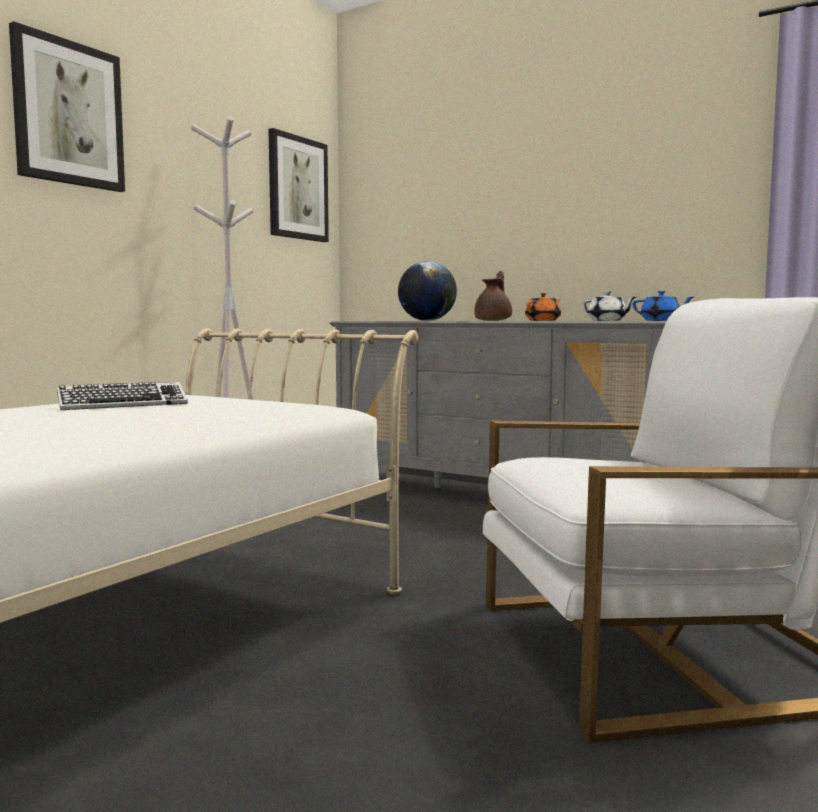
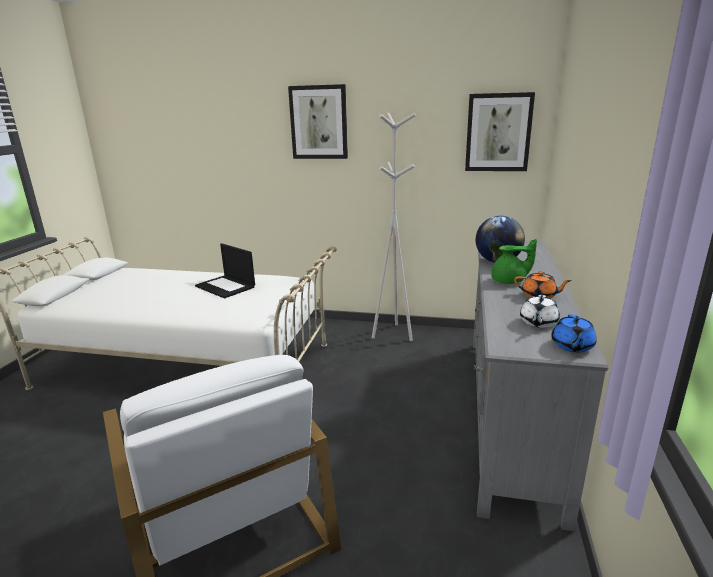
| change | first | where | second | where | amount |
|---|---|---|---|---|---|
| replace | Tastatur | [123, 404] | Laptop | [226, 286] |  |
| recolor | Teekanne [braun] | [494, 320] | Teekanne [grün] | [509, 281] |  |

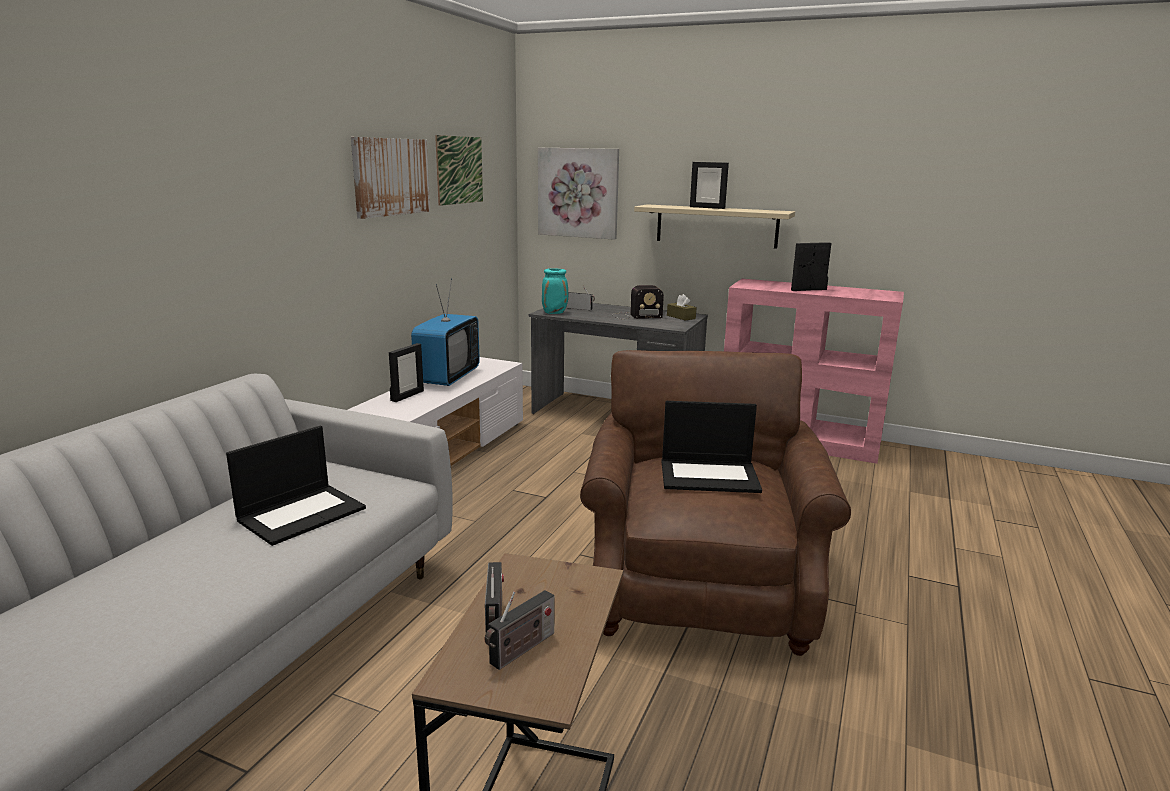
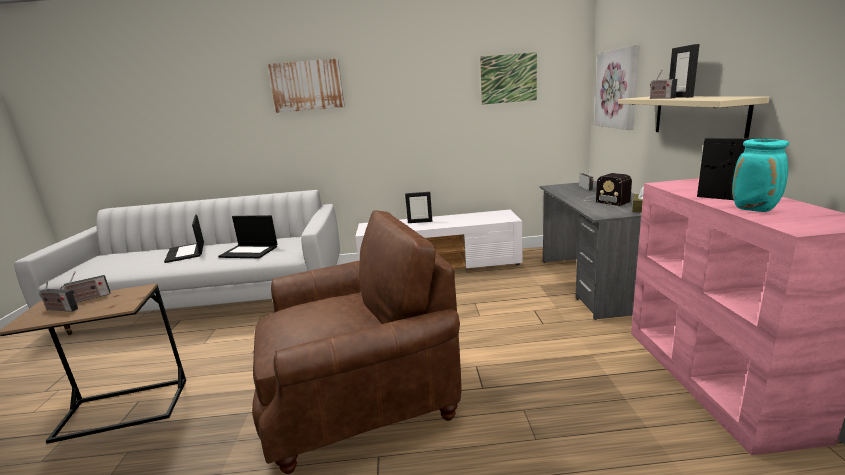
| change | first | where | second | where | amount |
|---|---|---|---|---|---|
| delete | Fernseher | [447, 377] |  |  |  |
| insert |  |  | Radio | [660, 98] |  |
| move | Bild | [391, 177] |  | [307, 86] |  |
| move | Vase [türkis] | [555, 313] |  | [755, 209] |  |
| move | Laptop | [710, 476] |  | [186, 252] |  |

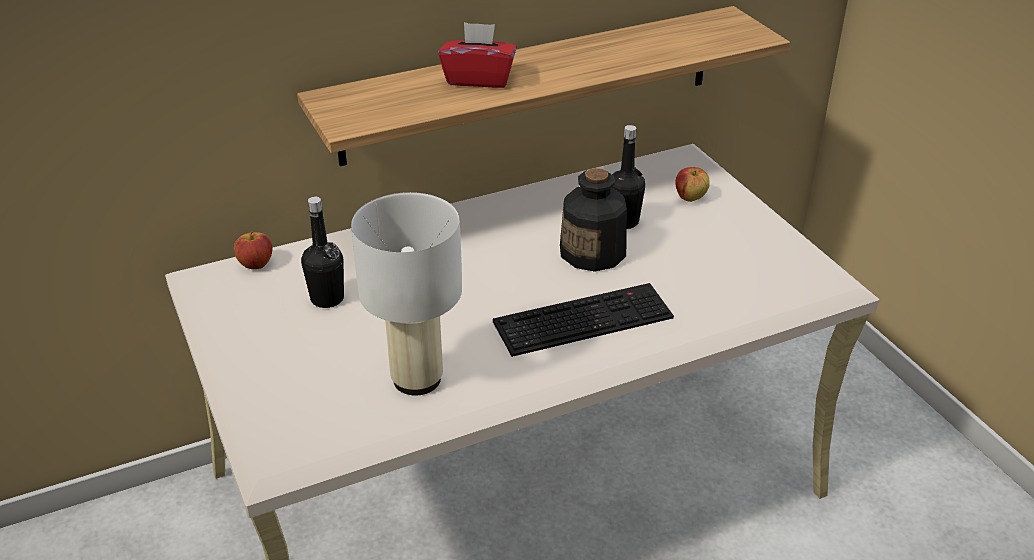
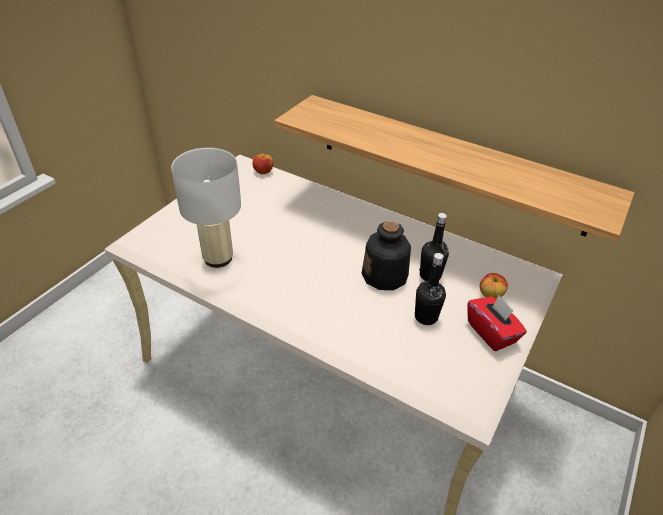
| change | first | where | second | where | amount |
|---|---|---|---|---|---|
| delete | Tastatur | [584, 318] |  |  |  |
| move | Flasche [schwarz] | [327, 298] |  | [426, 317] |  |
| move | Taschentuchbox [rot] | [479, 79] |  | [491, 332] |  |

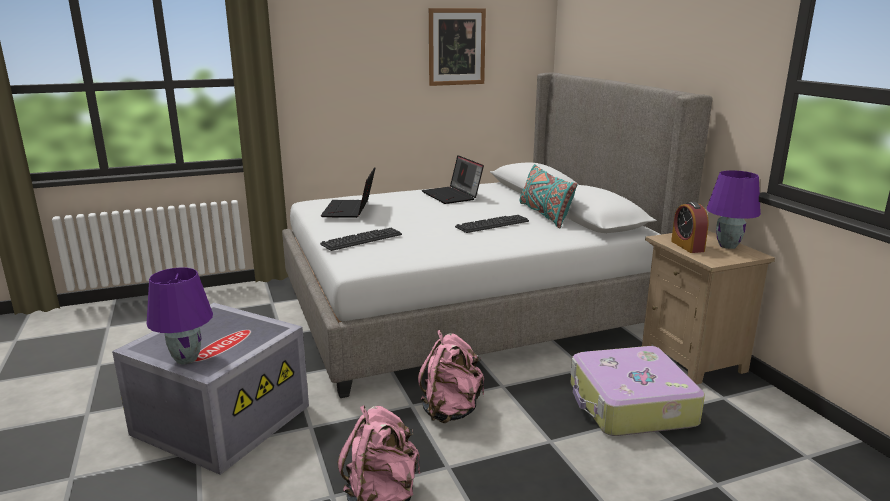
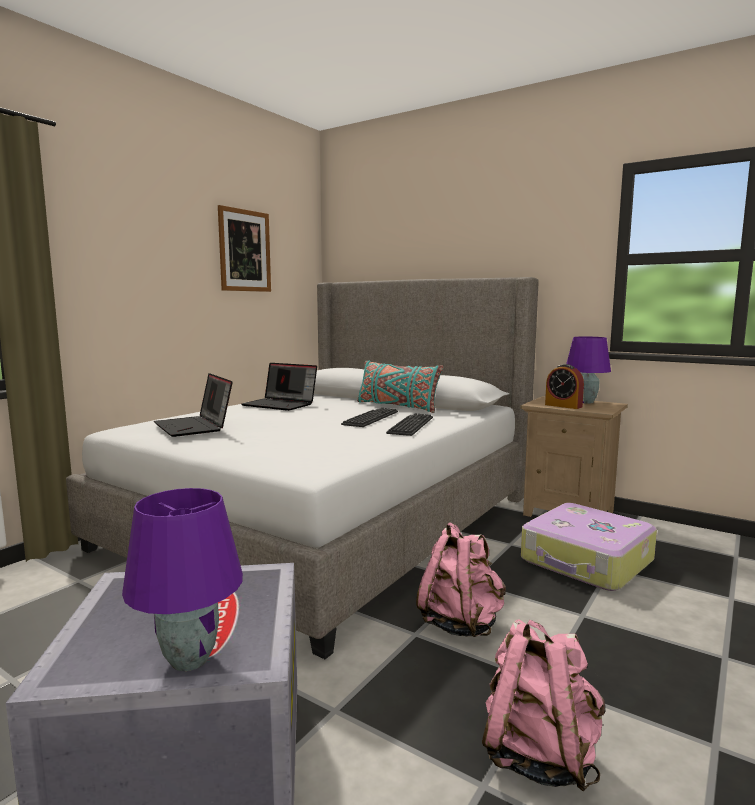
| change | first | where | second | where | amount |
|---|---|---|---|---|---|
| move | Tastatur | [361, 240] |  | [411, 425] |  |

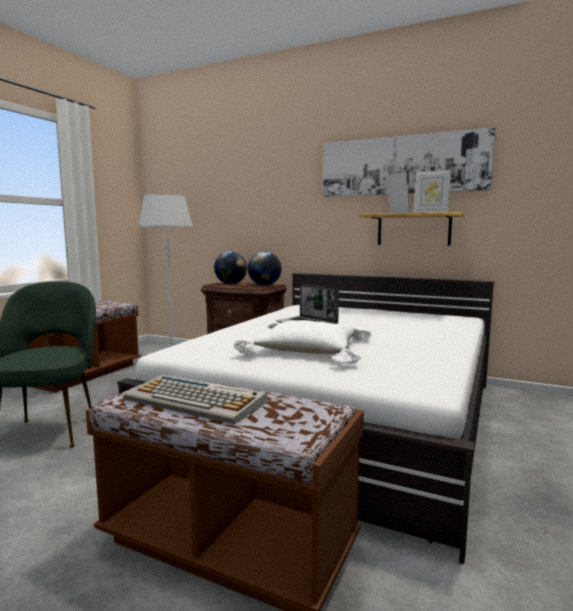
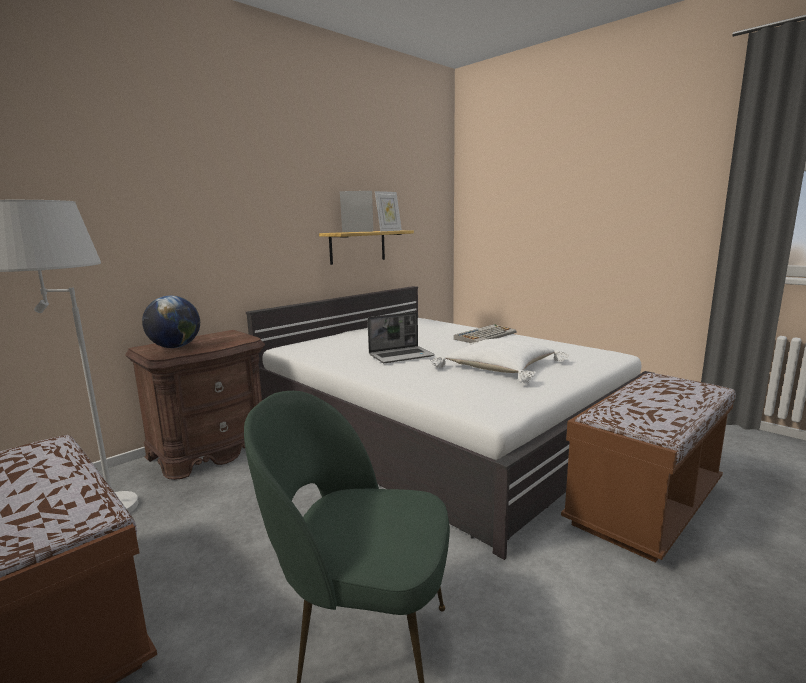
| change | first | where | second | where | amount |
|---|---|---|---|---|---|
| delete | Globus | [264, 285] |  |  |  |
| delete | Bild | [402, 165] |  |  |  |
| move | Tastatur | [197, 400] |  | [485, 335] |  |

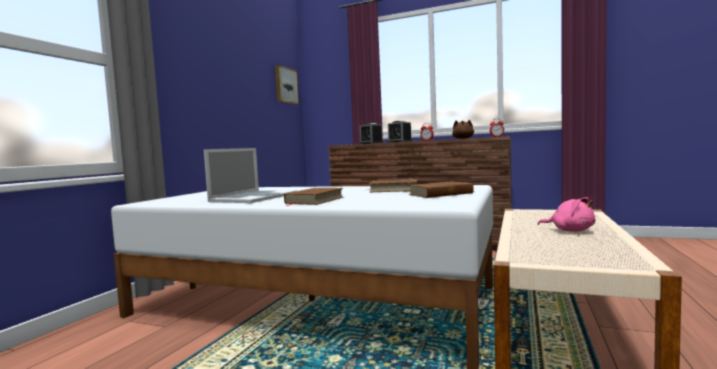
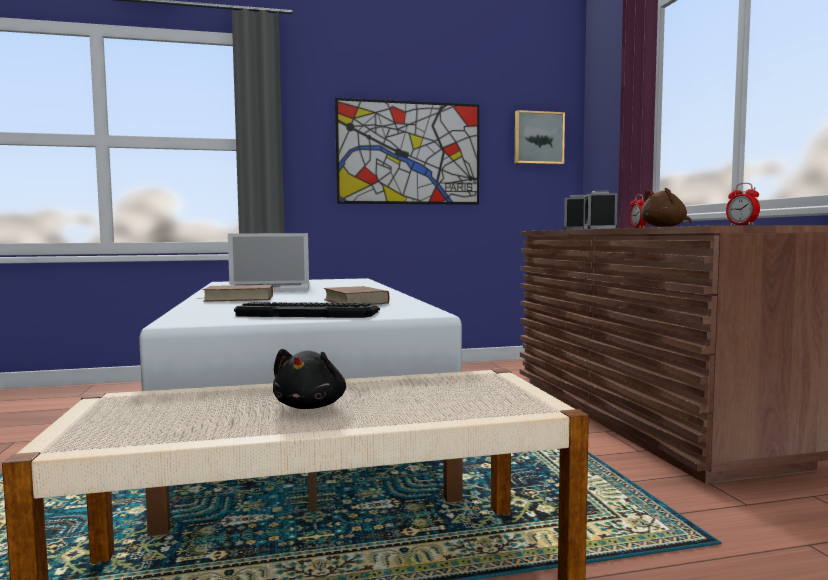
| change | first | where | second | where | amount |
|---|---|---|---|---|---|
| insert |  |  | Bild | [409, 153] |  |
| replace | Buch [braun] | [441, 194] | Tastatur | [308, 313] |  |
| recolor | Plüschtier [rosa] | [570, 230] | Plüschtier [schwarz] | [311, 406] |  |

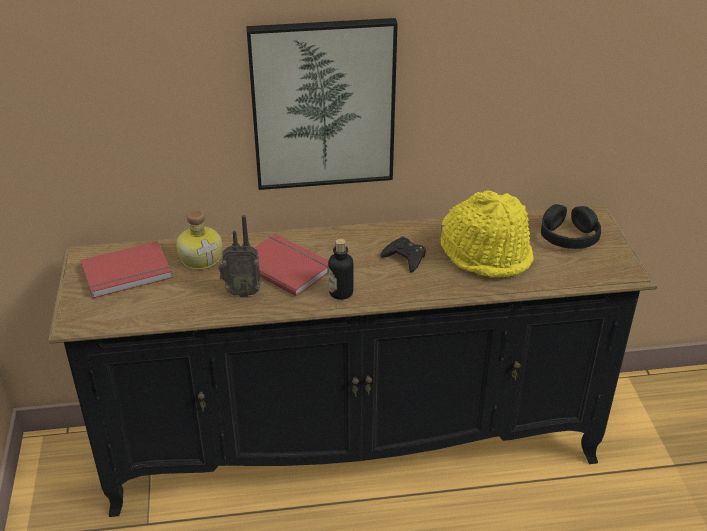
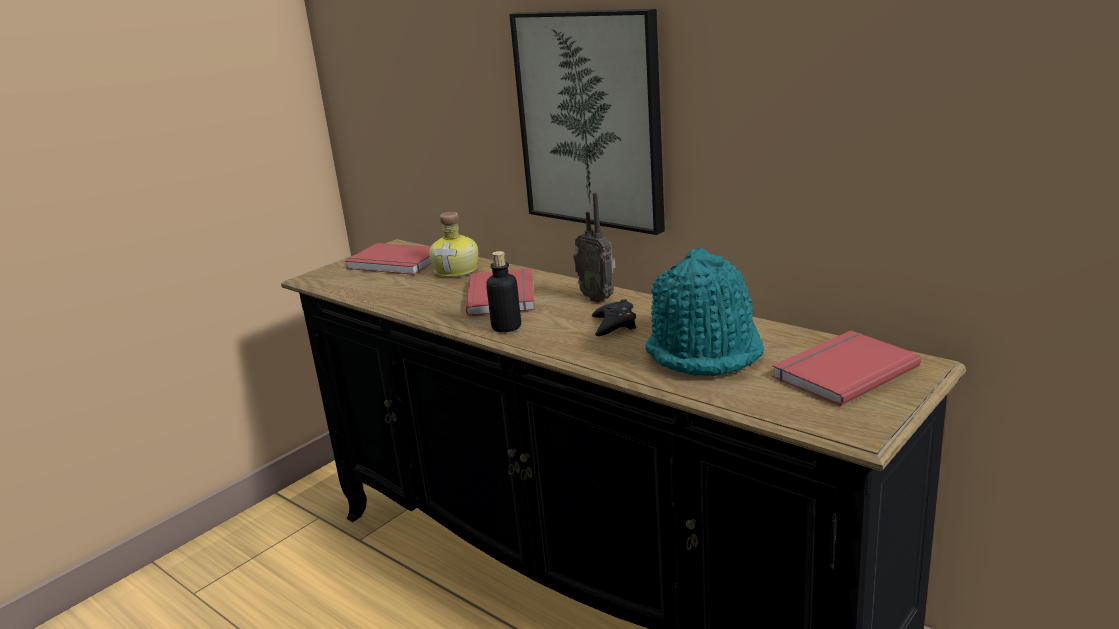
| change | first | where | second | where | amount |
|---|---|---|---|---|---|
| move | Radio | [242, 292] |  | [598, 298] |  |
| replace | Kopfhörer [schwarz] | [568, 236] | Buch [rot] | [841, 371] |  |
| recolor | Hut [gelb] | [486, 254] | Hut [türkis] | [704, 350] |  |

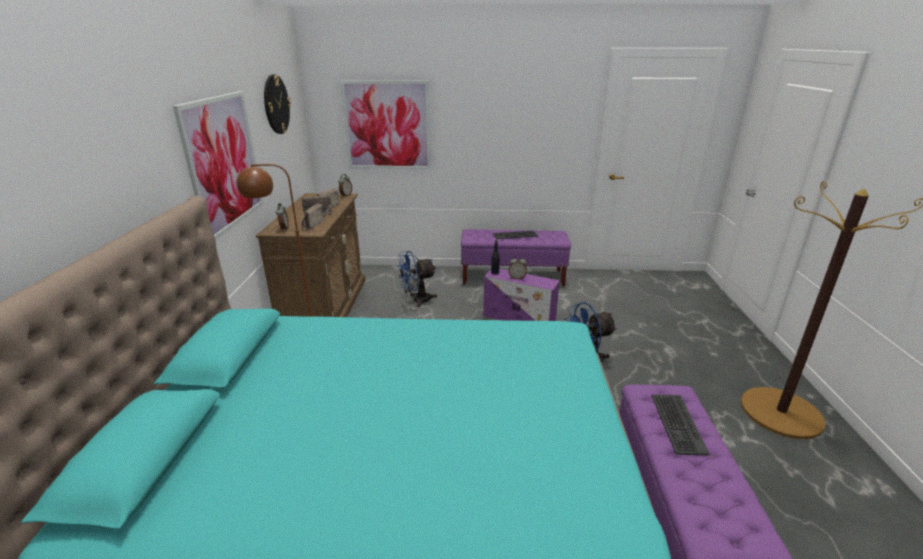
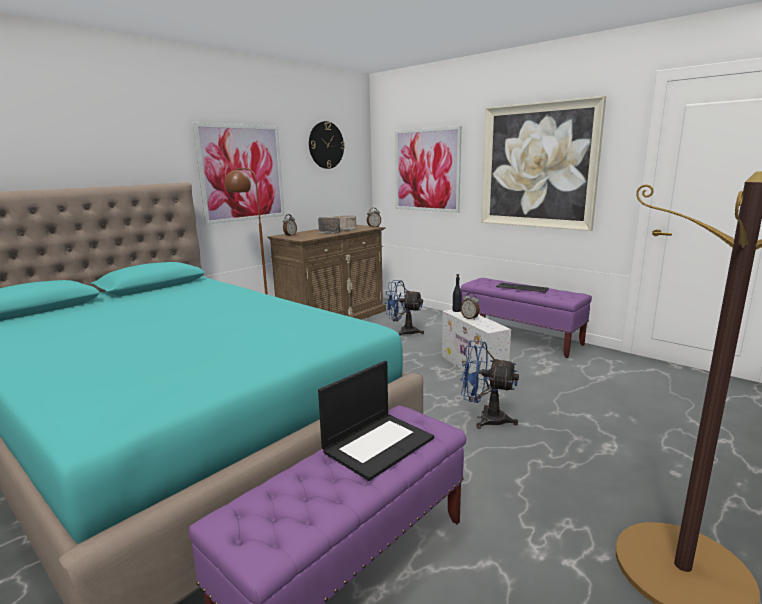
| change | first | where | second | where | amount |
|---|---|---|---|---|---|
| delete | Radio | [310, 225] |  |  |  |
| insert |  |  | Bild | [537, 166] |  |
| replace | Tastatur | [677, 423] | Laptop | [378, 444] |  |
| recolor | Aufbewahrungsbox [lila] | [520, 318] | Aufbewahrungsbox [weiß] | [473, 368] |  |

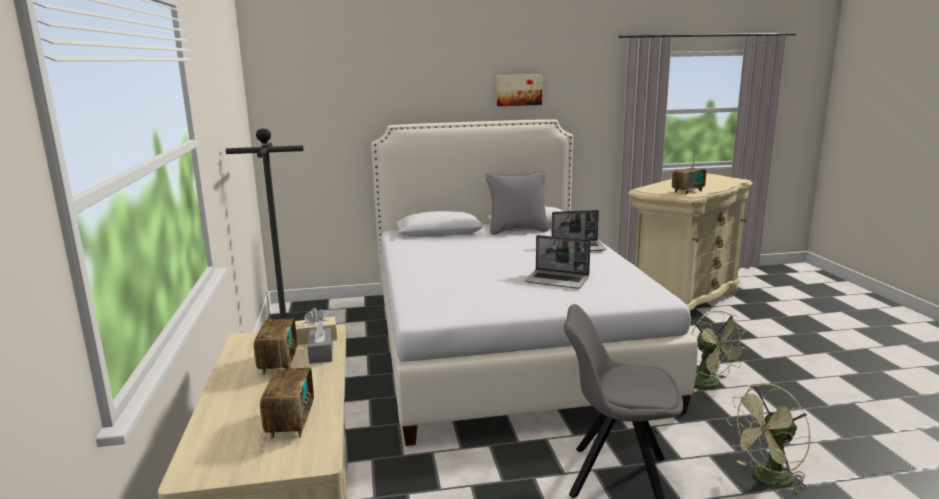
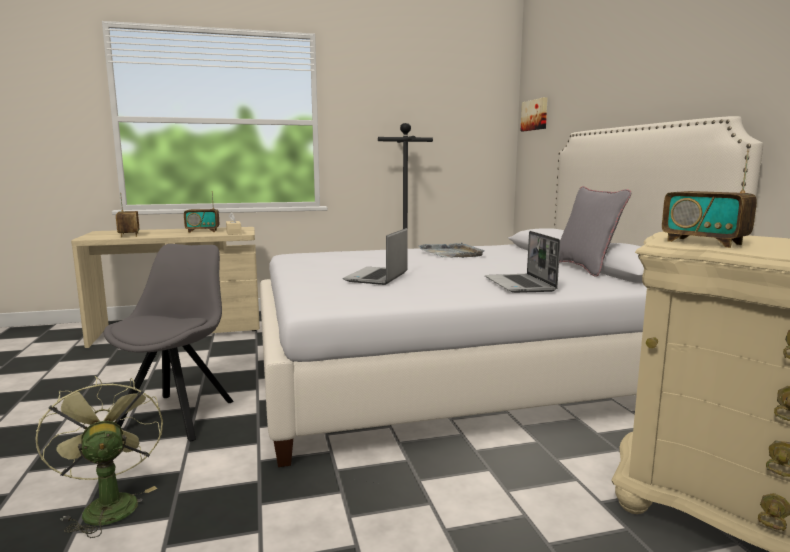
| change | first | where | second | where | amount |
|---|---|---|---|---|---|
| delete | Taschentuchbox [grau] | [321, 353] |  |  |  |
| delete | Ventilator [grün] | [710, 384] |  |  |  |
| insert |  |  | Tablett [grau] | [451, 253] |  |
| move | Bild | [519, 90] |  | [535, 115] |  |
| rotate | Radio | [290, 422] |  | [129, 235] | 105 degrees counterclockwise |

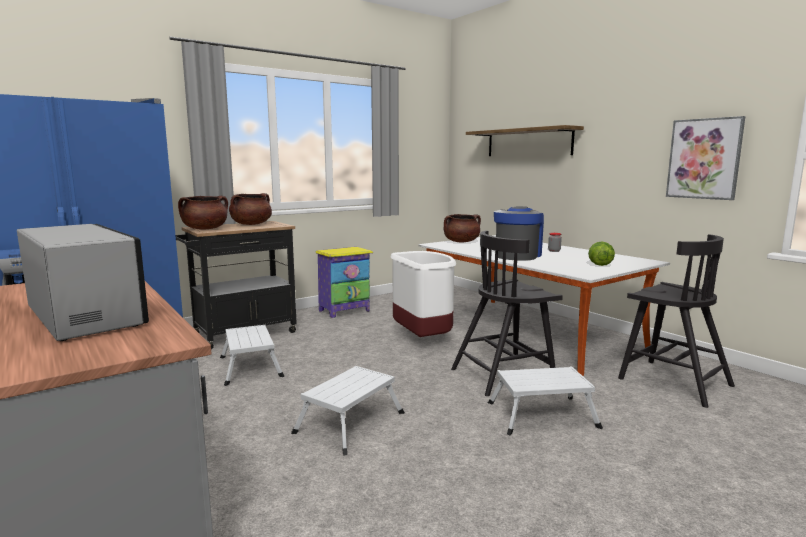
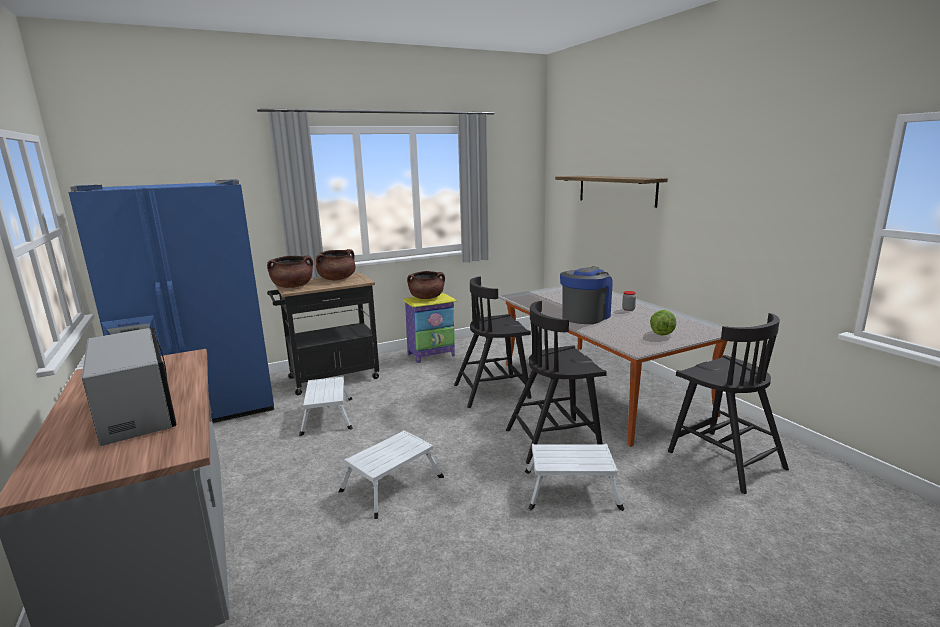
| change | first | where | second | where | amount |
|---|---|---|---|---|---|
| delete | Bild | [704, 159] |  |  |  |
| move | Kochtopf [braun] | [461, 242] |  | [427, 298] |  |
| replace | Mülleimer [weiß] | [423, 338] | Stuhl [schwarz] | [493, 391] |  |

